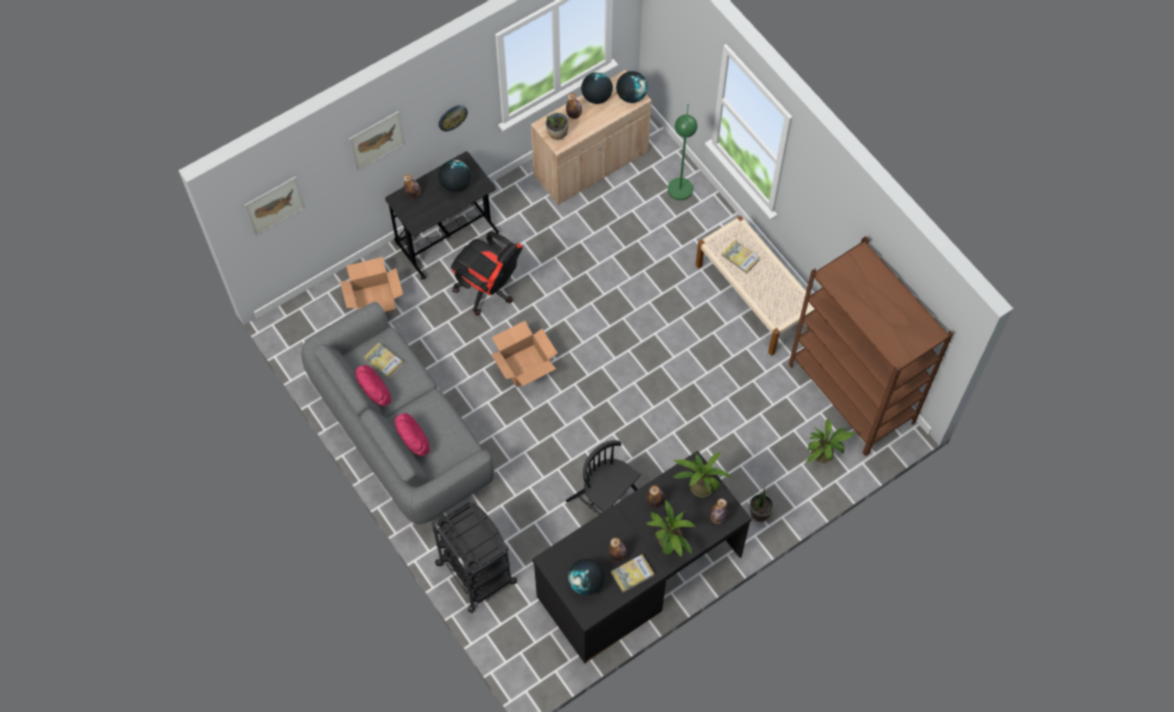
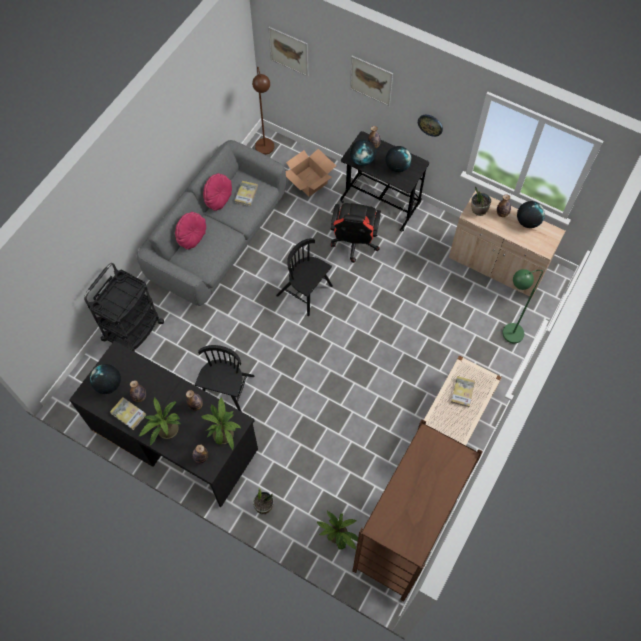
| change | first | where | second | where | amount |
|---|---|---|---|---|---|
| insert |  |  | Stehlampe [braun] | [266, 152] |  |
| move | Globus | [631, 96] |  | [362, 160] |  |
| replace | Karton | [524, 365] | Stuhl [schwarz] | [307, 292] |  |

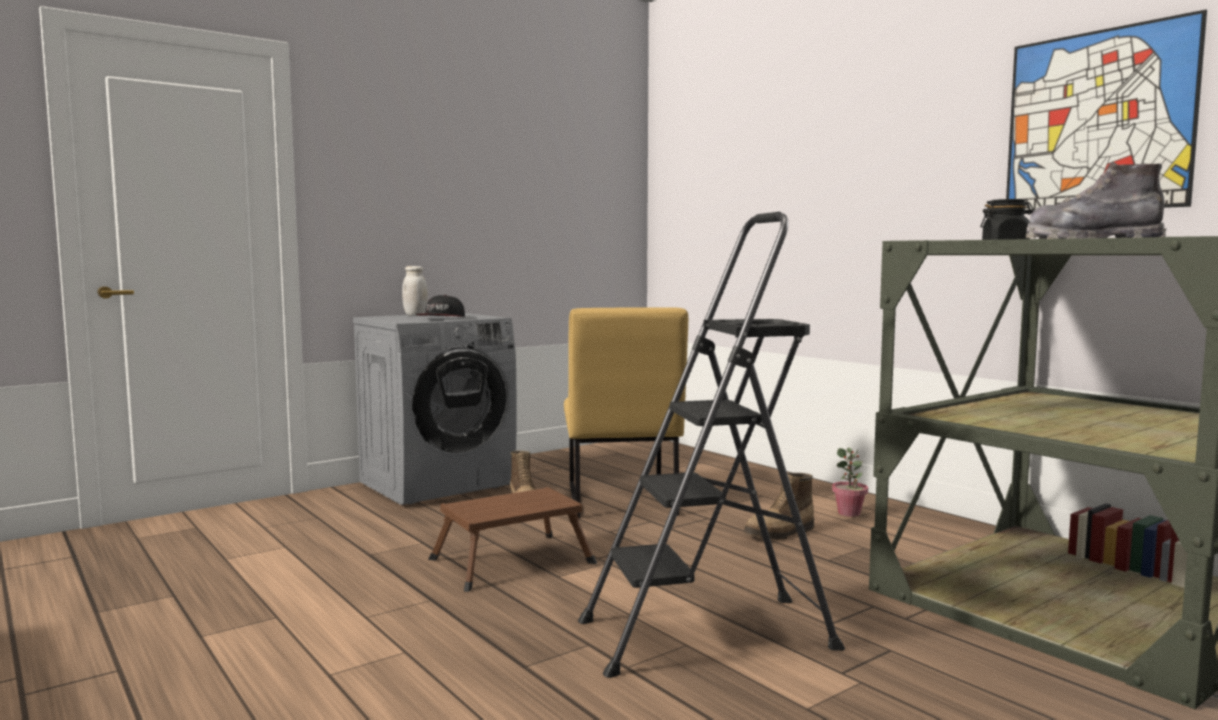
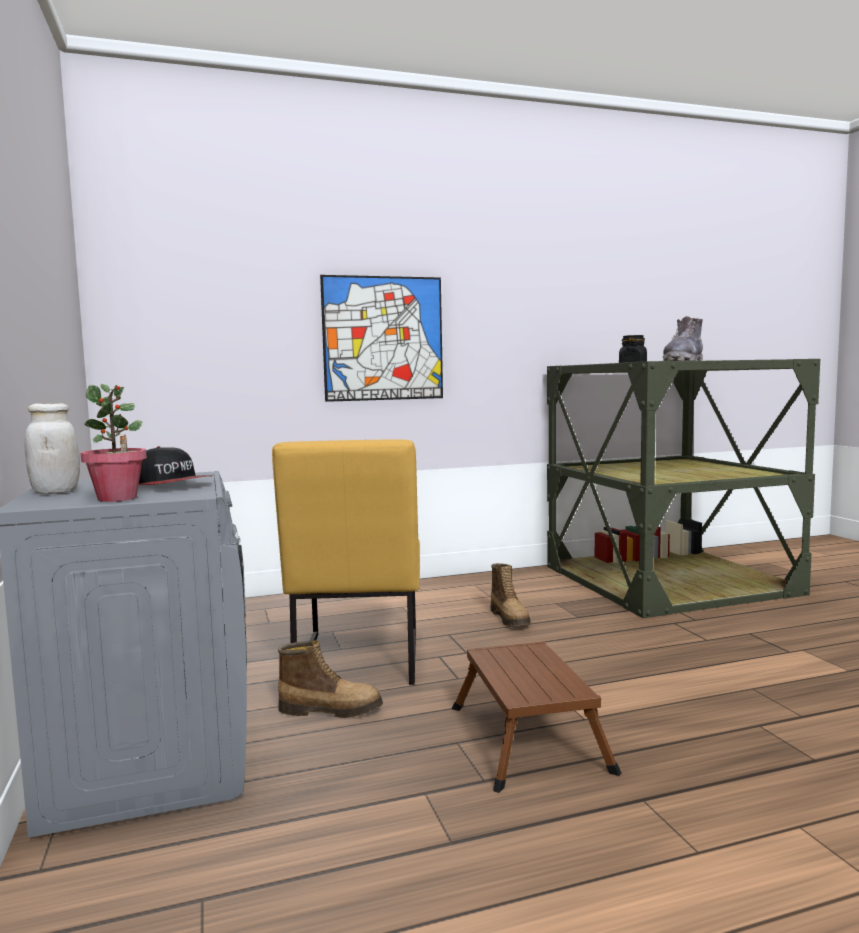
| change | first | where | second | where | amount |
|---|---|---|---|---|---|
| delete | Trittleiter | [710, 633] |  |  |  |
| move | Topfpflanze | [849, 513] |  | [118, 498] |  |
| move | Bild | [1097, 121] |  | [383, 338] |  |
| rotate | Stuhl [gelb] | [620, 500] |  | [357, 659] | 75 degrees clockwise |

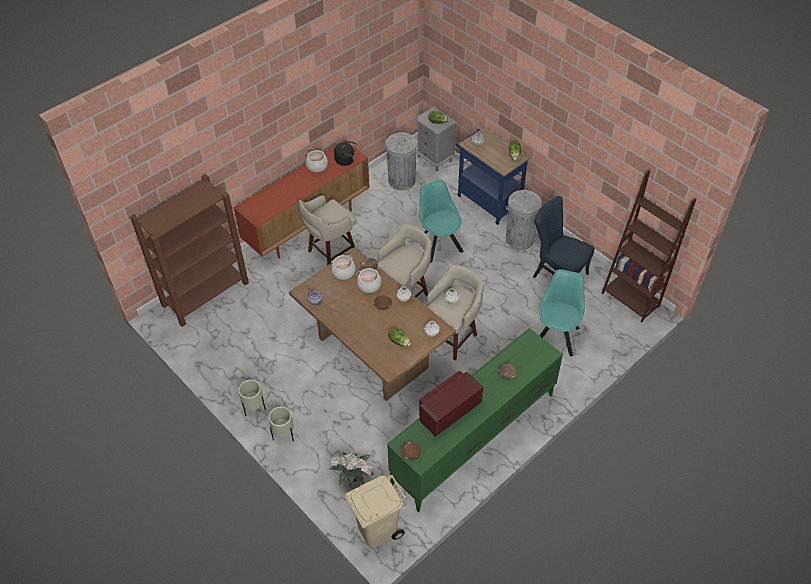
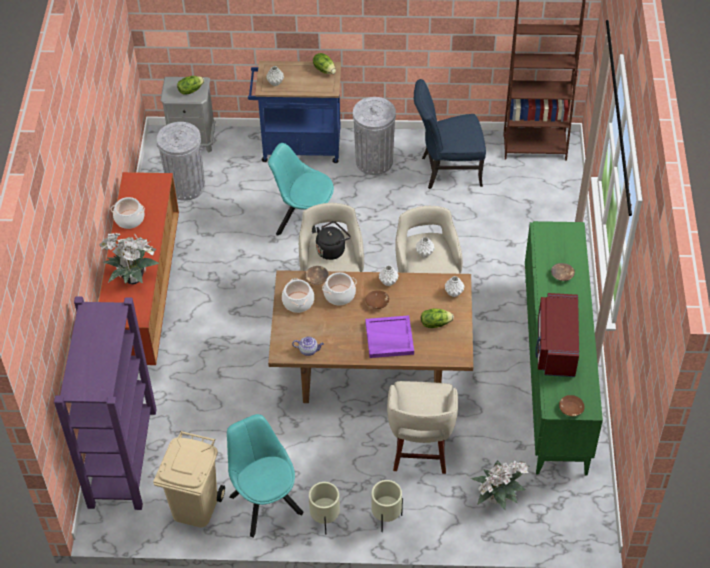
| change | first | where | second | where | amount |
|---|---|---|---|---|---|
| insert |  |  | Topfpflanze | [132, 278] |  |
| insert |  |  | Tablett [lila] | [389, 338] |  |
| move | Hocker [beige] | [330, 253] |  | [420, 452] |  |
| move | Wasserkessel [schwarz] | [346, 160] |  | [332, 249] |  |
| move | Mülleimer [beige] | [377, 528] |  | [194, 507] |  |
| move | Stuhl [türkis] | [556, 335] |  | [265, 503] |  |
| recolor | Bücherregal [braun] | [205, 294] | Bücherregal [lila] | [122, 457] |  |

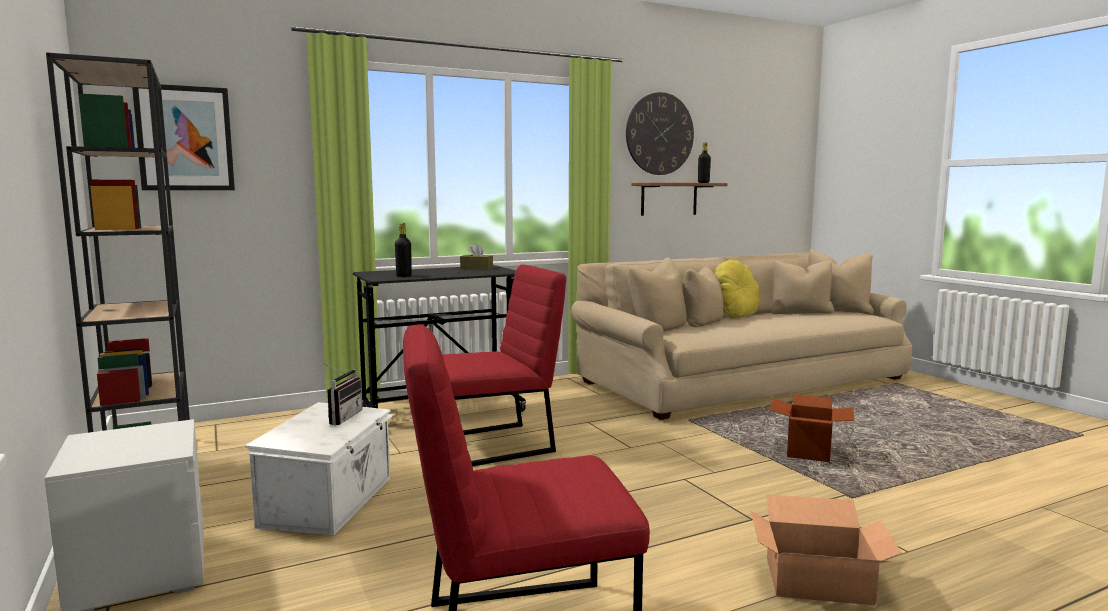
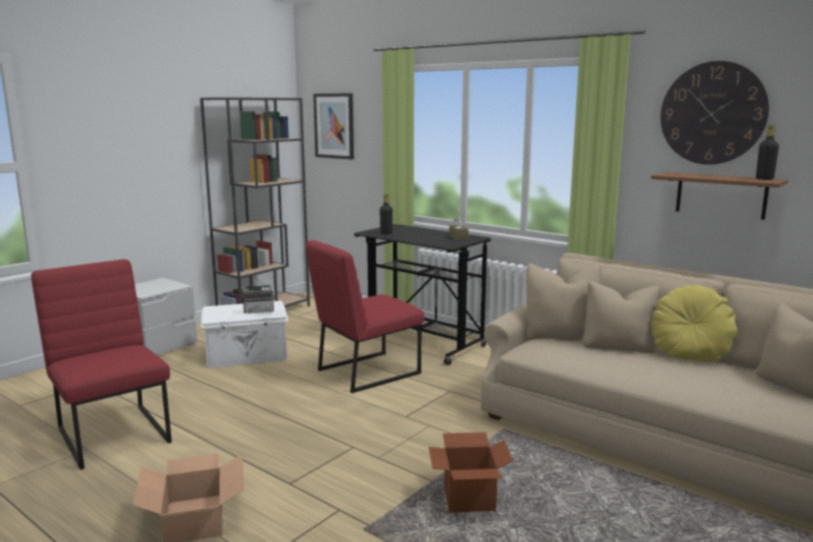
| change | first | where | second | where | amount |
|---|---|---|---|---|---|
| rotate | Stuhl [rot] | [494, 445] |  | [366, 372] | 105 degrees clockwise |

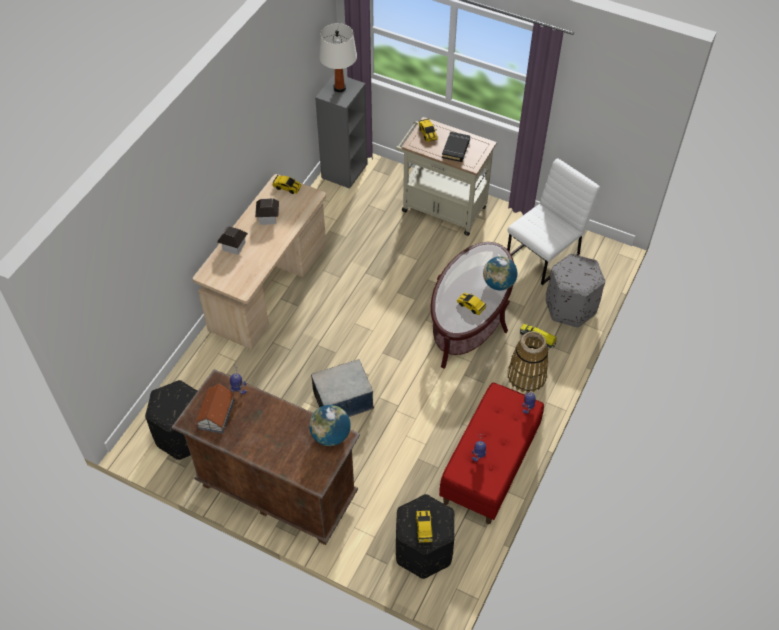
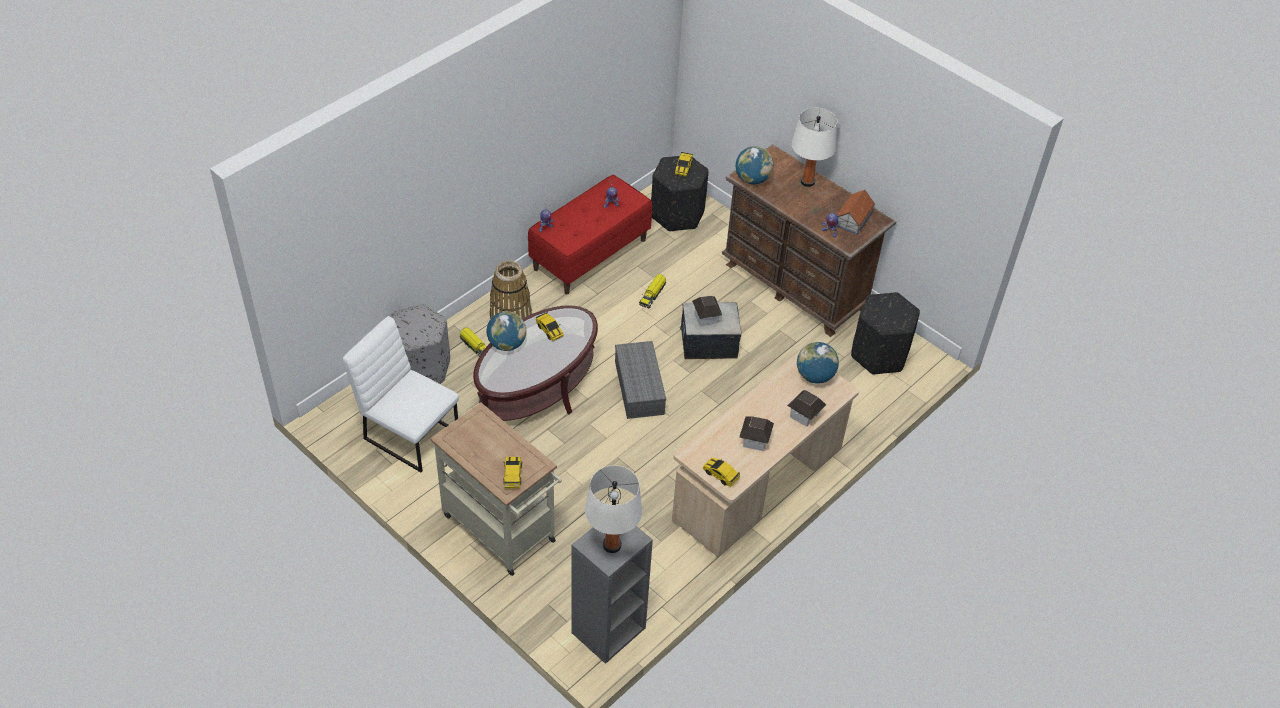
| change | first | where | second | where | amount |
|---|---|---|---|---|---|
| delete | Buch [schwarz] | [456, 149] |  |  |  |
| insert |  |  | Aufbewahrungsbox [grau] | [640, 388] |  |
| insert |  |  | Spielzeuglaster | [652, 294] |  |
| insert |  |  | Spielzeughaus | [706, 317] |  |
| insert |  |  | Tischlampe [weiß] | [807, 181] |  |
| insert |  |  | Globus | [814, 376] |  |
| rotate | Stuhl [weiß] | [544, 255] |  | [409, 433] | 60 degrees clockwise |

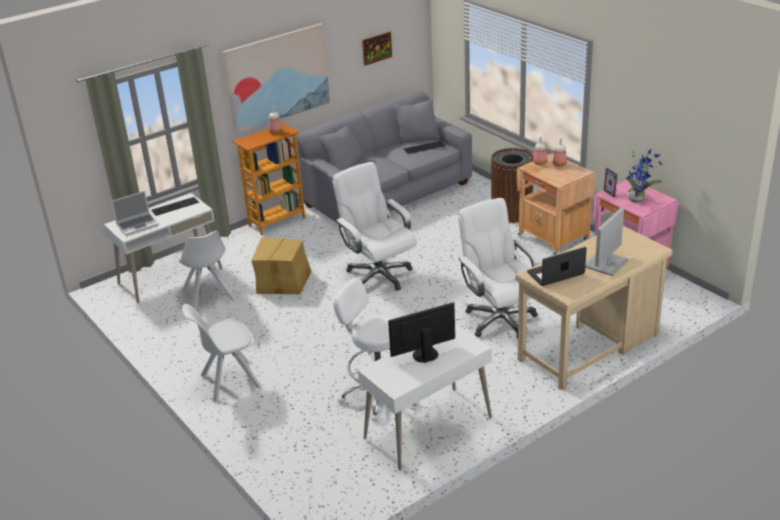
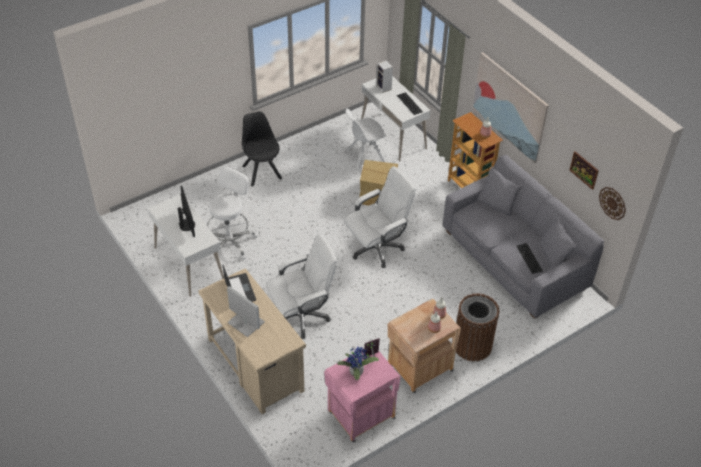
| change | first | where | second | where | amount |
|---|---|---|---|---|---|
| insert |  |  | Wanduhr | [612, 203] |  |
| replace | Laptop | [138, 225] | Lautsprecher | [384, 88] |  |
| recolor | Stuhl [weiß] | [229, 381] | Stuhl [schwarz] | [261, 171] |  |

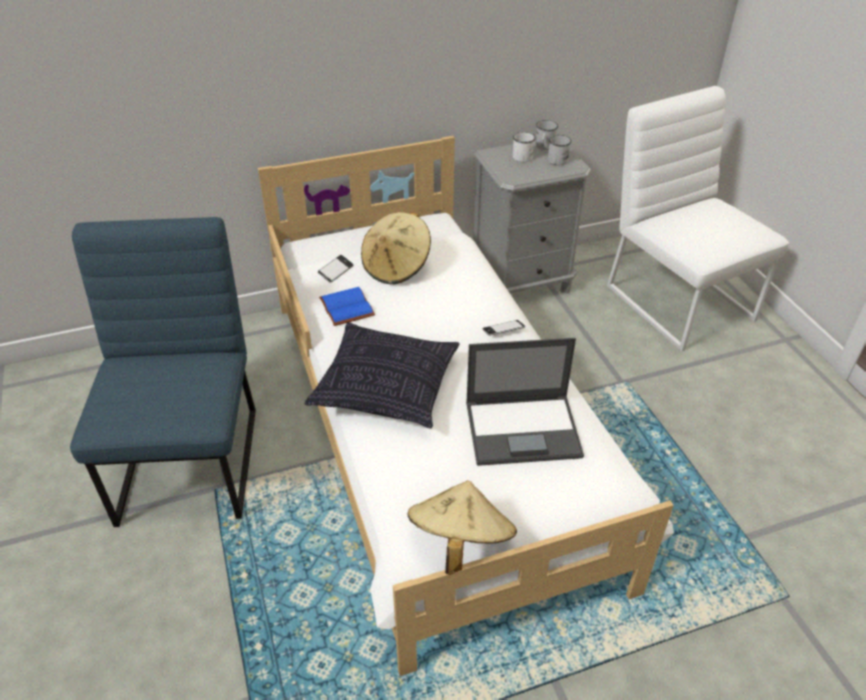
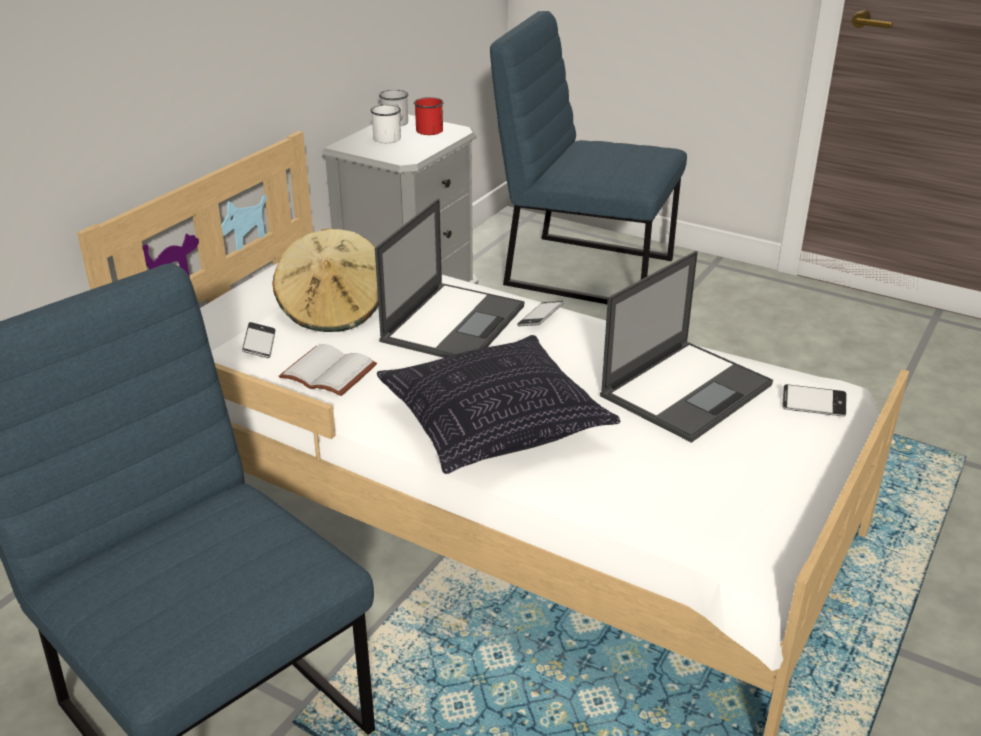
| change | first | where | second | where | amount |
|---|---|---|---|---|---|
| delete | Hut [beige] | [460, 542] |  |  |  |
| insert |  |  | Laptop | [454, 322] |  |
| insert |  |  | Handy | [813, 405] |  |
| recolor | Buch [blau] | [345, 307] | Buch [weiß] | [326, 373] |  |
| recolor | Henkelbecher [weiß] | [558, 159] | Henkelbecher [rot] | [428, 129] |  |
| recolor | Stuhl [weiß] | [677, 299] | Stuhl [blau] | [584, 270] |  |

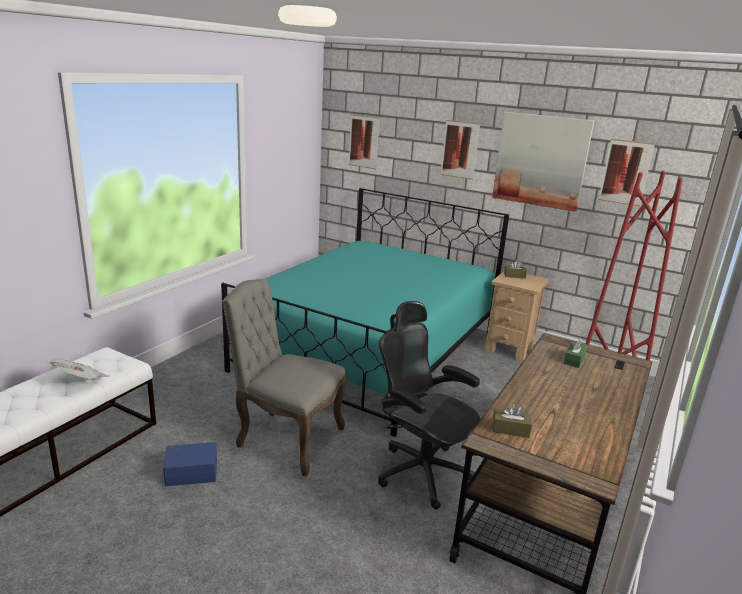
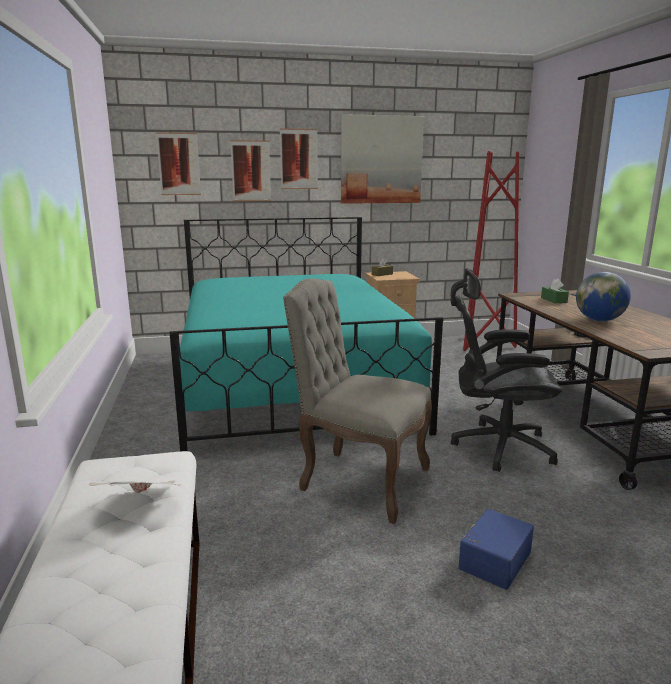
| change | first | where | second | where | amount |
|---|---|---|---|---|---|
| delete | Taschentuchbox [braun] | [510, 429] |  |  |  |
| insert |  |  | Globus | [599, 320] |  |
| move | Aufbewahrungsbox [blau] | [191, 471] |  | [493, 559] |  |
| move | Bild | [625, 172] |  | [251, 171] |  |
| rotate | Stuhl [grau] | [287, 438] |  | [361, 480] | 45 degrees clockwise |

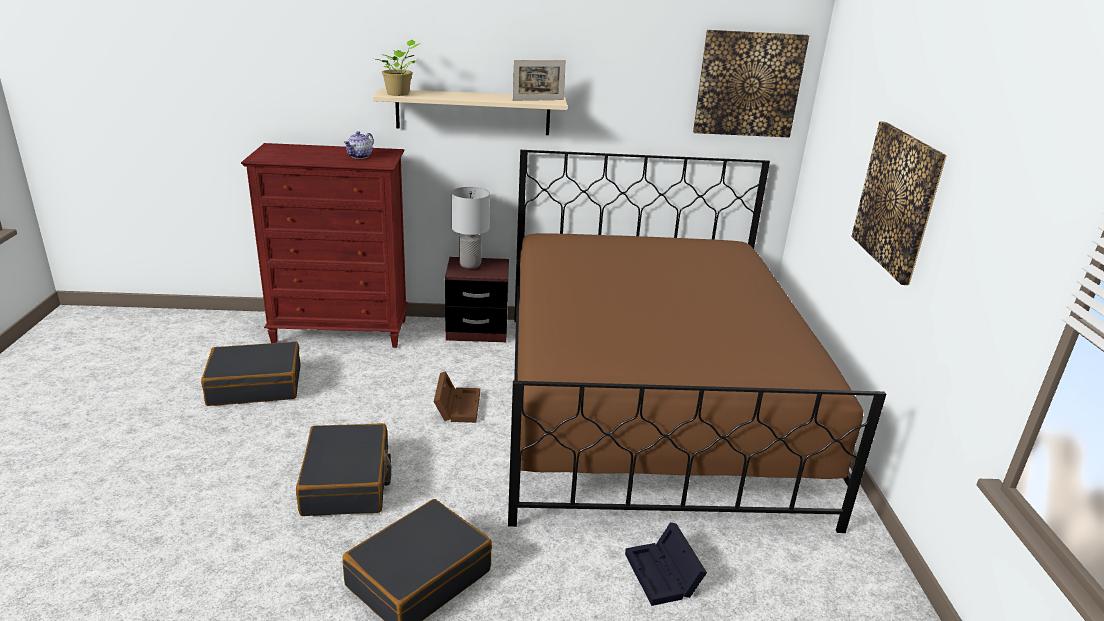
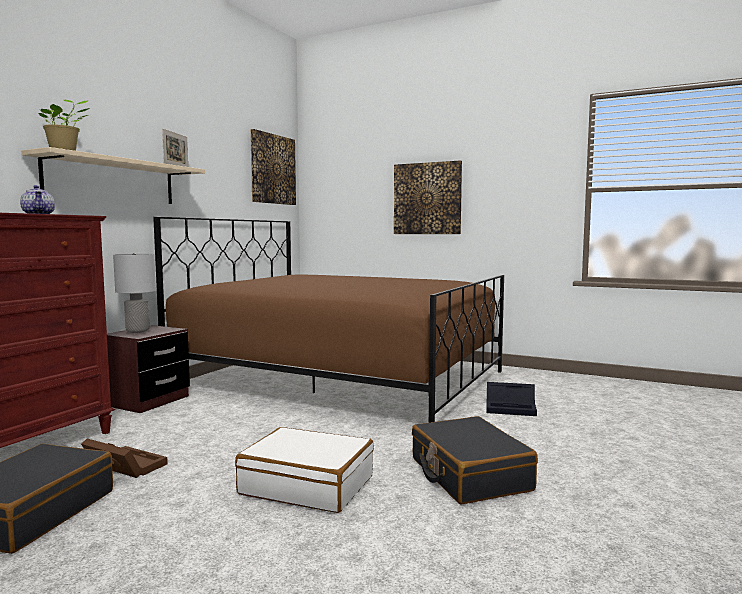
| change | first | where | second | where | amount |
|---|---|---|---|---|---|
| move | Aufbewahrungsbox [braun] | [457, 405] |  | [123, 467] |  |
| recolor | Koffer [schwarz] | [347, 482] | Koffer [weiß] | [307, 485] |  |

